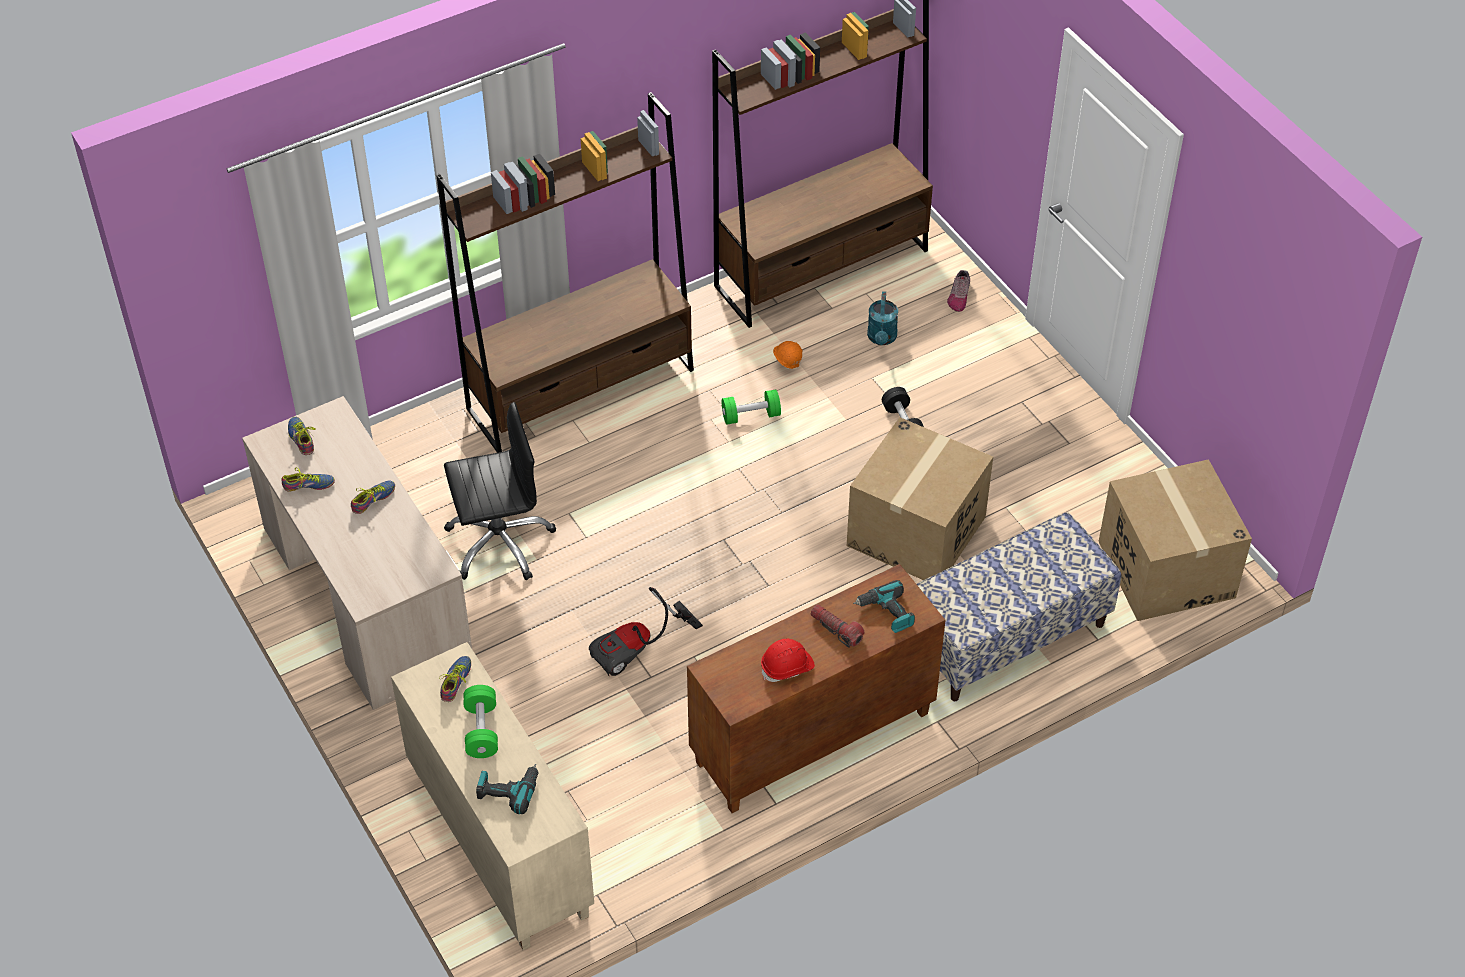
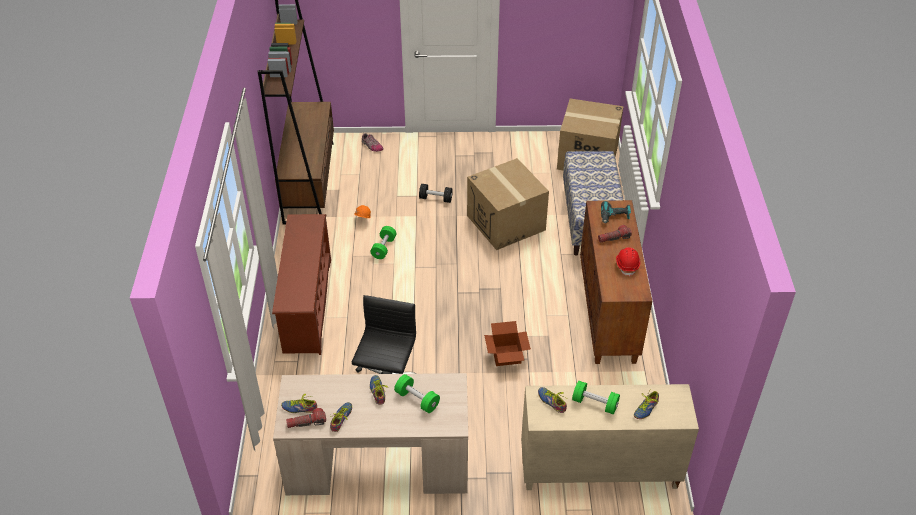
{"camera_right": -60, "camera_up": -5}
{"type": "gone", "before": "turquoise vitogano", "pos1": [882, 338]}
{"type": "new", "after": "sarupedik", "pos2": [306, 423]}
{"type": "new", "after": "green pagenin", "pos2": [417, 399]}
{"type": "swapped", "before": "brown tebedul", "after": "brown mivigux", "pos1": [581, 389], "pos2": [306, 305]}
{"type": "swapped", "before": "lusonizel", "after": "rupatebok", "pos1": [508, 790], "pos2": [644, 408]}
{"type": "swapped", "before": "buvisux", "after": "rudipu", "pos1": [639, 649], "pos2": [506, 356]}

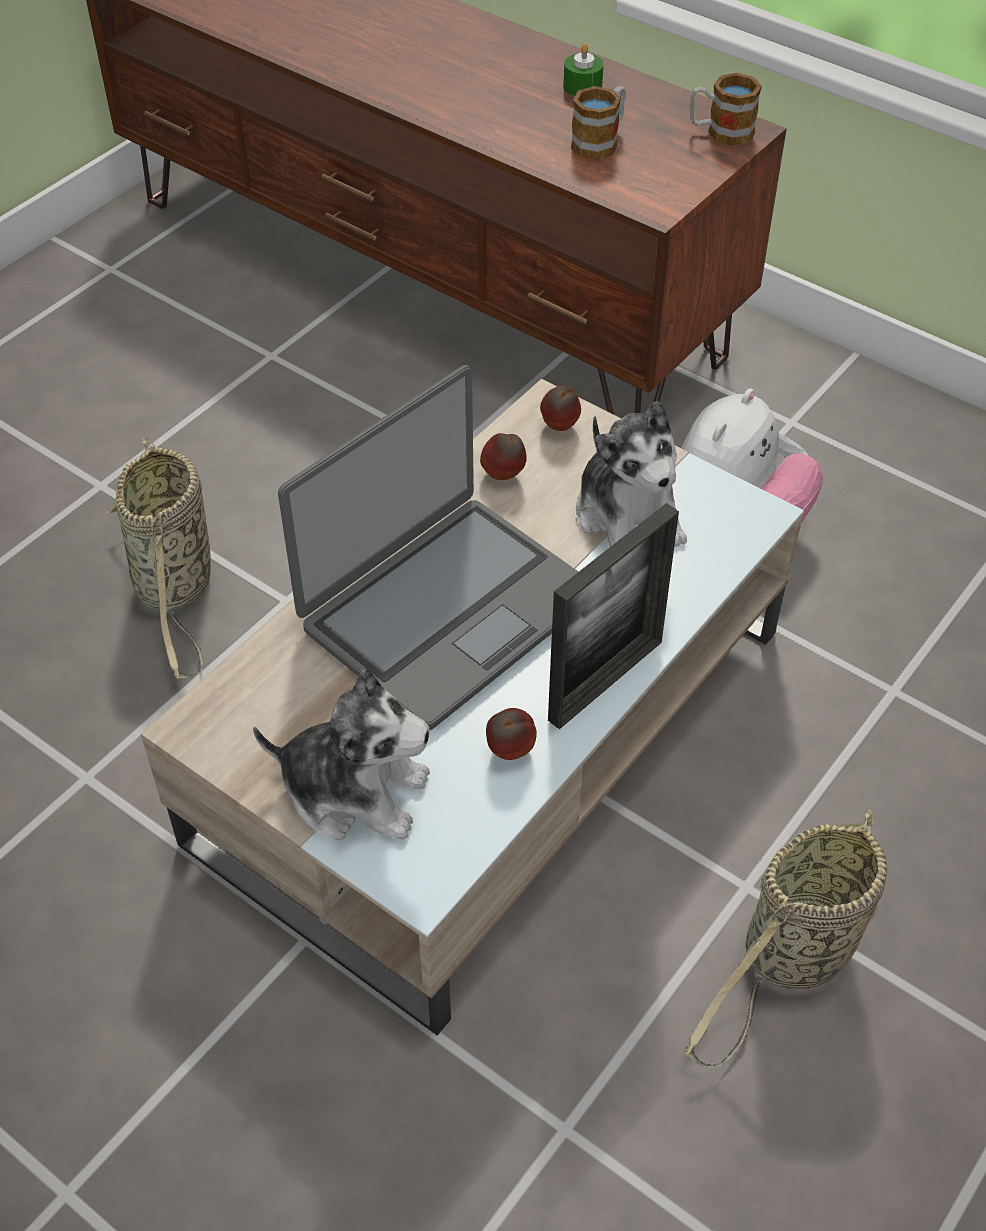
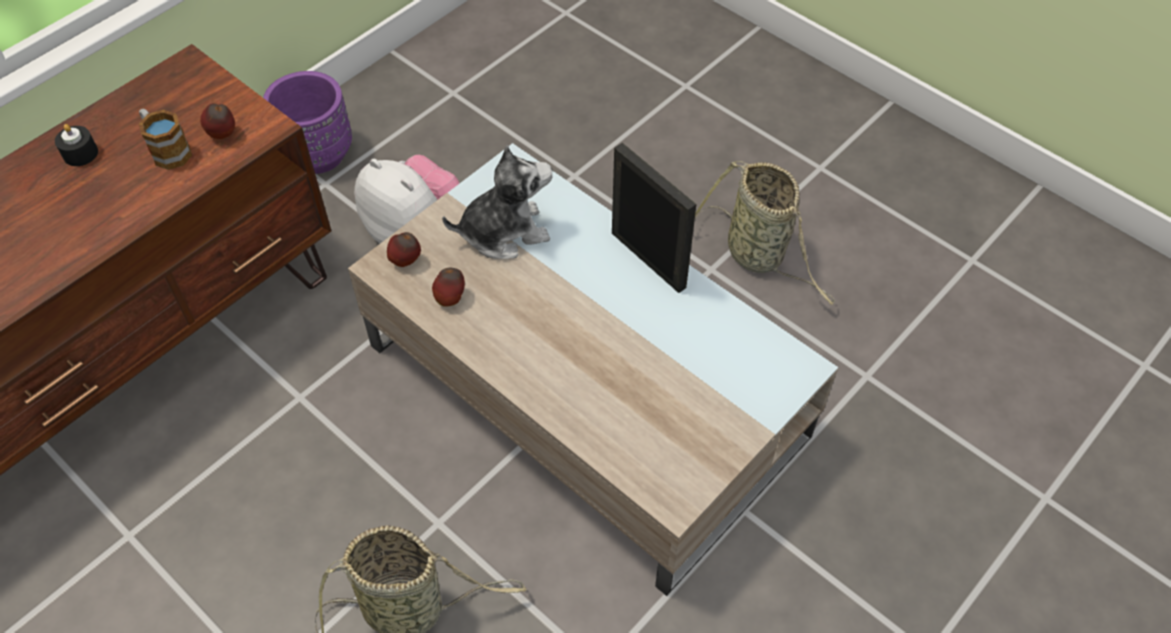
{"camera_right": -85, "camera_up": 5}
{"type": "gone", "before": "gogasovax", "pos1": [354, 791]}
{"type": "gone", "before": "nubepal", "pos1": [446, 610]}
{"type": "gone", "before": "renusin", "pos1": [720, 132]}
{"type": "new", "after": "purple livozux", "pos2": [317, 155]}
{"type": "shifted", "before": "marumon", "pos1": [510, 752], "pos2": [223, 135]}
{"type": "repainted", "before": "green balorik", "after": "black balorik", "pos1": [582, 87], "pos2": [80, 153]}

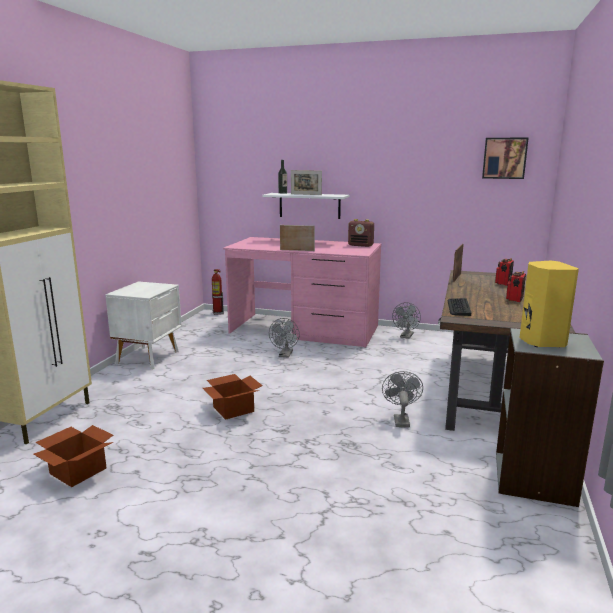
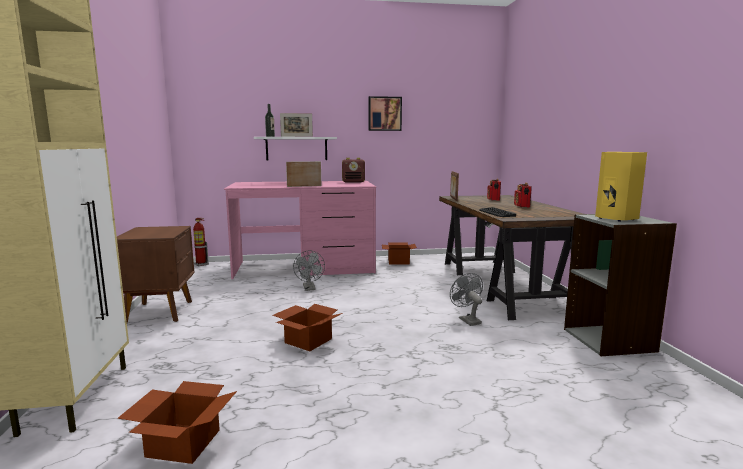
{"camera_right": -25, "camera_up": -5}
{"type": "shifted", "before": "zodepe", "pos1": [504, 158], "pos2": [384, 114]}
{"type": "swapped", "before": "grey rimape", "after": "rudipu", "pos1": [406, 336], "pos2": [399, 261]}
{"type": "repainted", "before": "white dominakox", "after": "brown dominakox", "pos1": [149, 357], "pos2": [161, 311]}

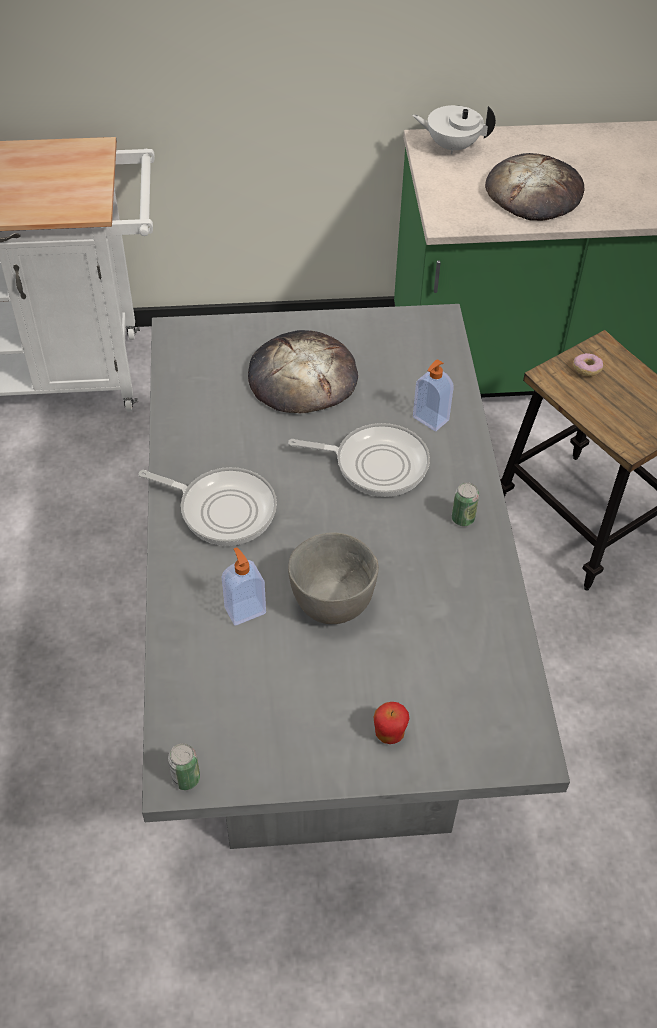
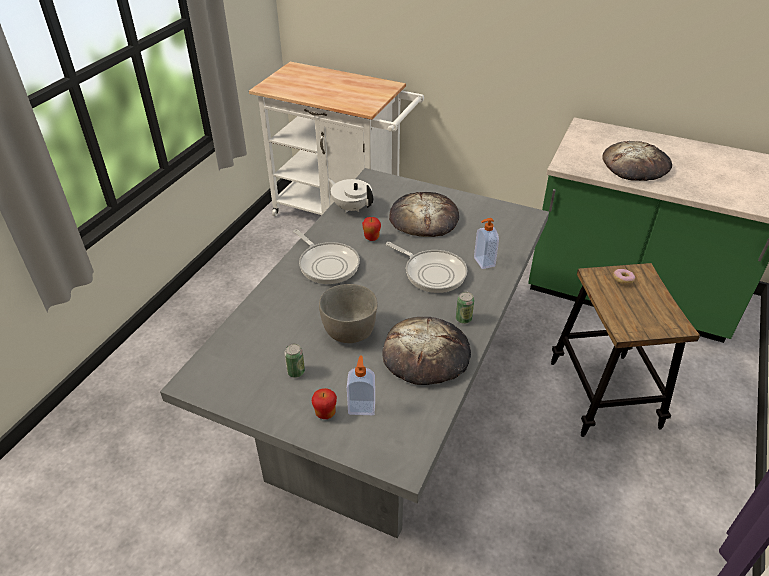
{"camera_right": 30, "camera_up": -10}
{"type": "new", "after": "marumon", "pos2": [371, 238]}
{"type": "new", "after": "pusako", "pos2": [426, 354]}
{"type": "shifted", "before": "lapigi", "pos1": [186, 778], "pos2": [296, 372]}
{"type": "shifted", "before": "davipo", "pos1": [244, 610], "pos2": [361, 407]}
{"type": "shifted", "before": "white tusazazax", "pos1": [452, 146], "pos2": [351, 207]}

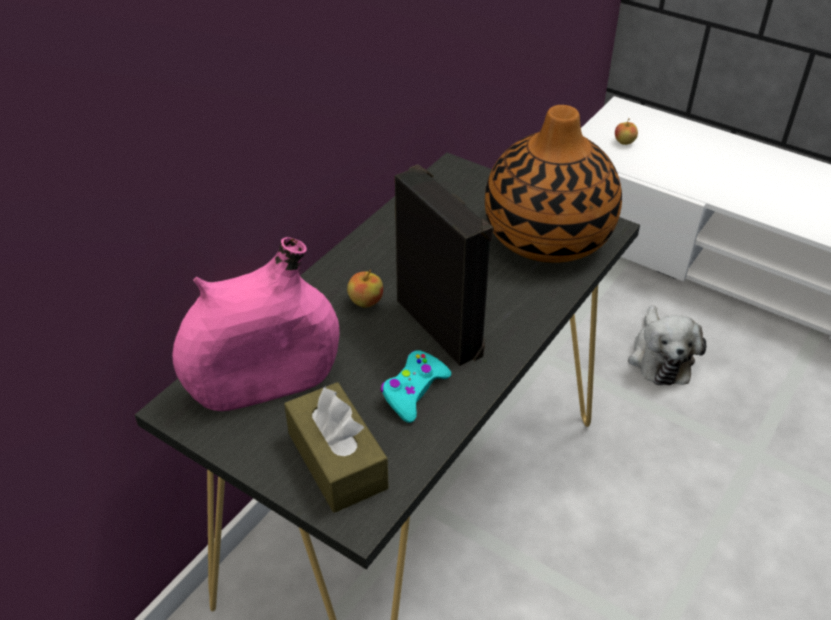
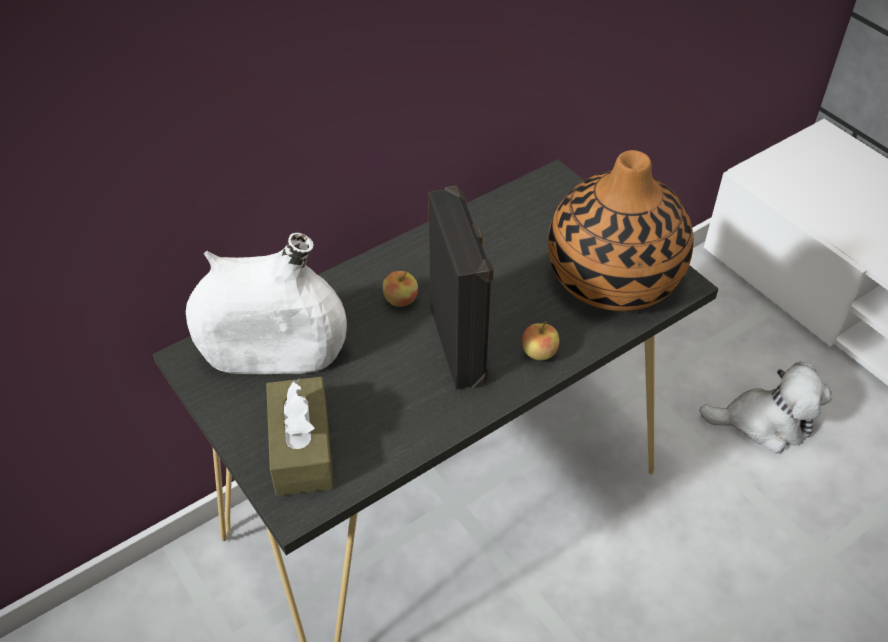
{"camera_right": 20, "camera_up": 5}
{"type": "gone", "before": "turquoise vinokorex", "pos1": [414, 391]}
{"type": "shifted", "before": "marumon", "pos1": [624, 142], "pos2": [539, 353]}
{"type": "repainted", "before": "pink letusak", "after": "white letusak", "pos1": [264, 382], "pos2": [273, 355]}
{"type": "rotated", "before": "gogasovax", "pos1": [660, 357], "pos2": [765, 423], "turn": -105}

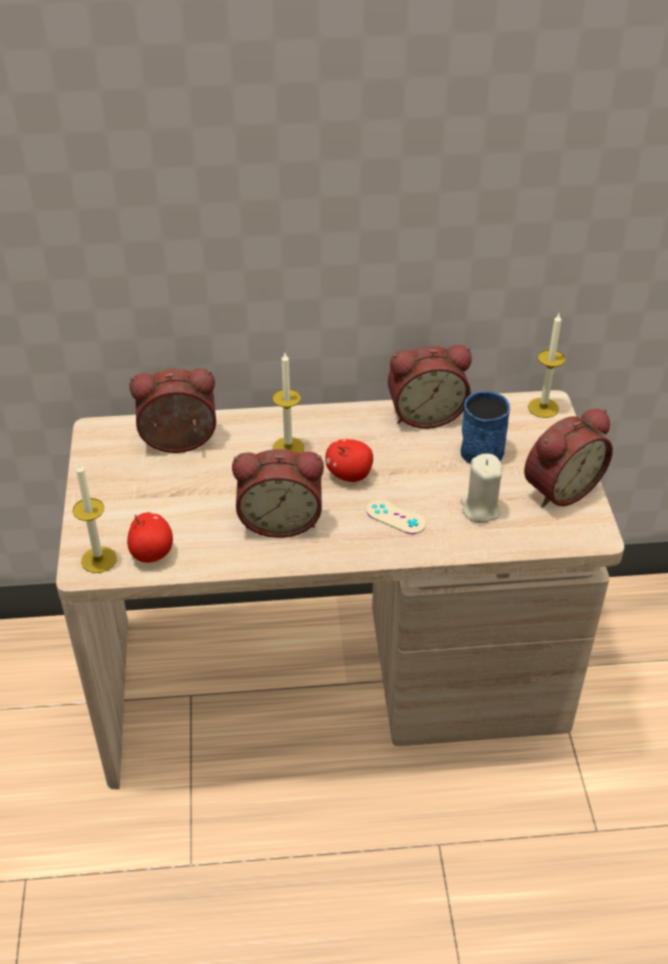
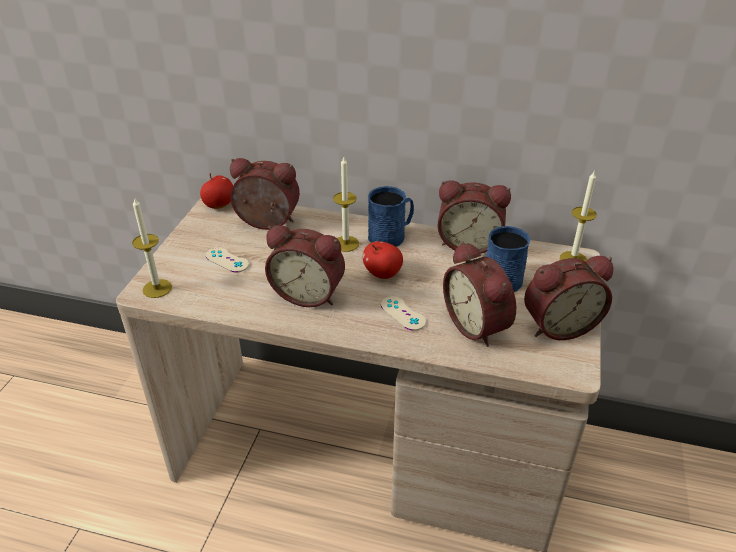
{"camera_right": 20, "camera_up": -5}
{"type": "new", "after": "beige vinokorex", "pos2": [227, 260]}
{"type": "new", "after": "blue renusin", "pos2": [391, 236]}
{"type": "shifted", "before": "marumon", "pos1": [152, 553], "pos2": [219, 205]}
{"type": "swapped", "before": "beige balorik", "after": "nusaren", "pos1": [480, 509], "pos2": [478, 325]}

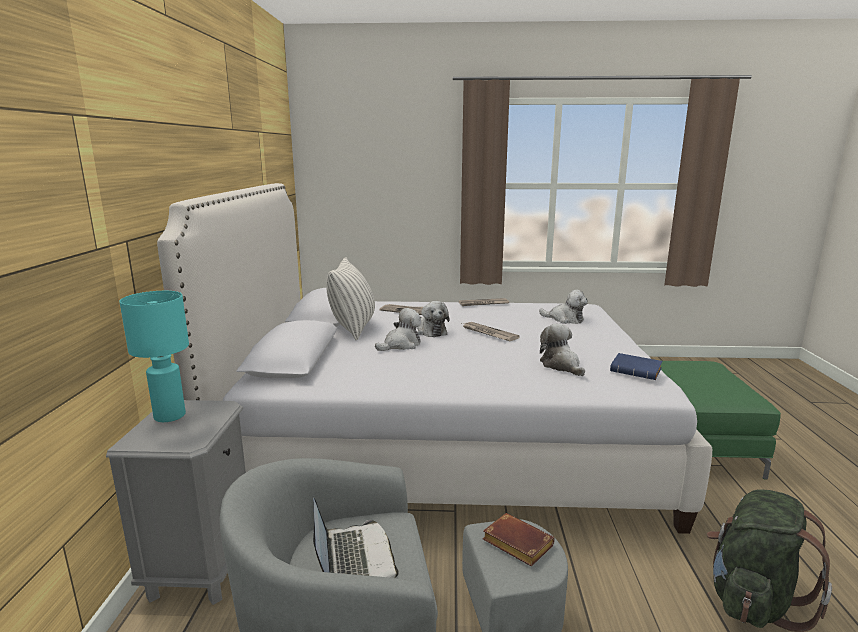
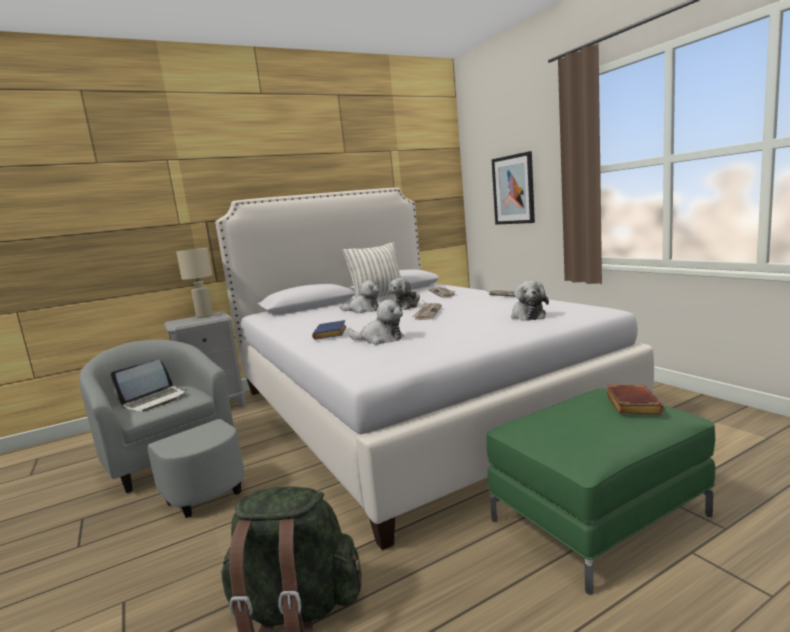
{"camera_right": 60, "camera_up": -5}
{"type": "new", "after": "zodepe", "pos2": [513, 189]}
{"type": "shifted", "before": "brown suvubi", "pos1": [515, 544], "pos2": [630, 404]}
{"type": "shifted", "before": "blue suvubi", "pos1": [637, 371], "pos2": [331, 334]}
{"type": "repainted", "before": "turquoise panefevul", "after": "beige panefevul", "pos1": [169, 416], "pos2": [204, 316]}
{"type": "rotated", "before": "gogasovax", "pos1": [561, 365], "pos2": [380, 339], "turn": 75}

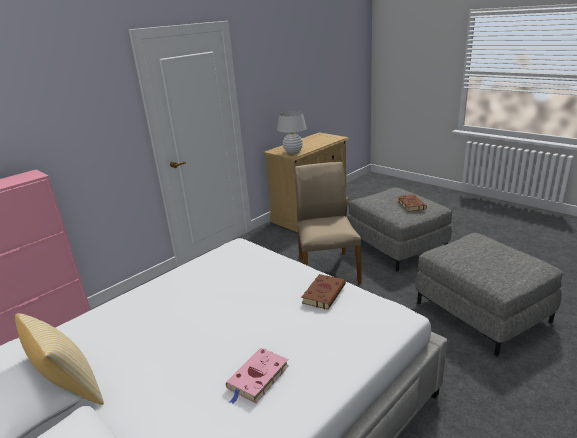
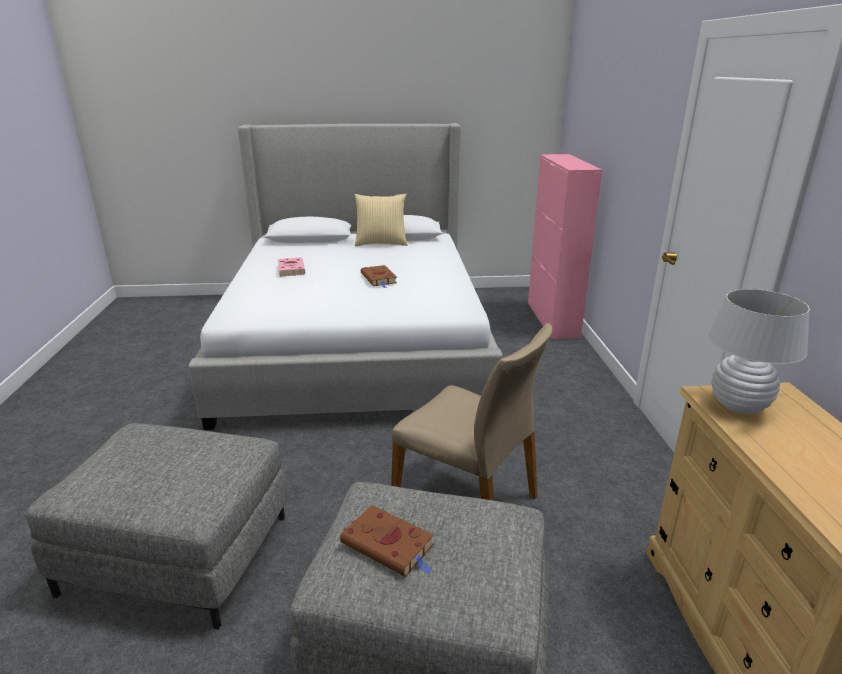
{"camera_right": 130, "camera_up": 0}
{"type": "shifted", "before": "brown suvubi", "pos1": [324, 293], "pos2": [379, 279]}

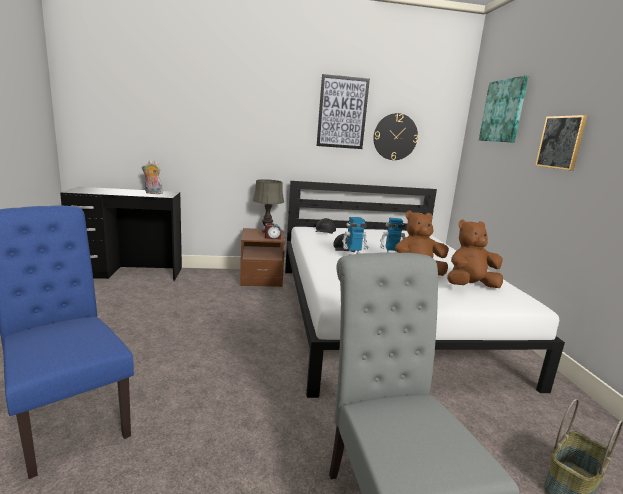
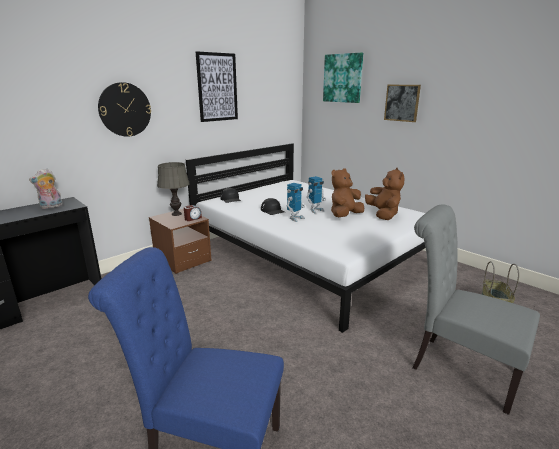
{"camera_right": -35, "camera_up": 5}
{"type": "shifted", "before": "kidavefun", "pos1": [395, 137], "pos2": [125, 109]}
{"type": "rotated", "before": "brown gogasovax", "pos1": [470, 286], "pos2": [383, 214], "turn": 135}

